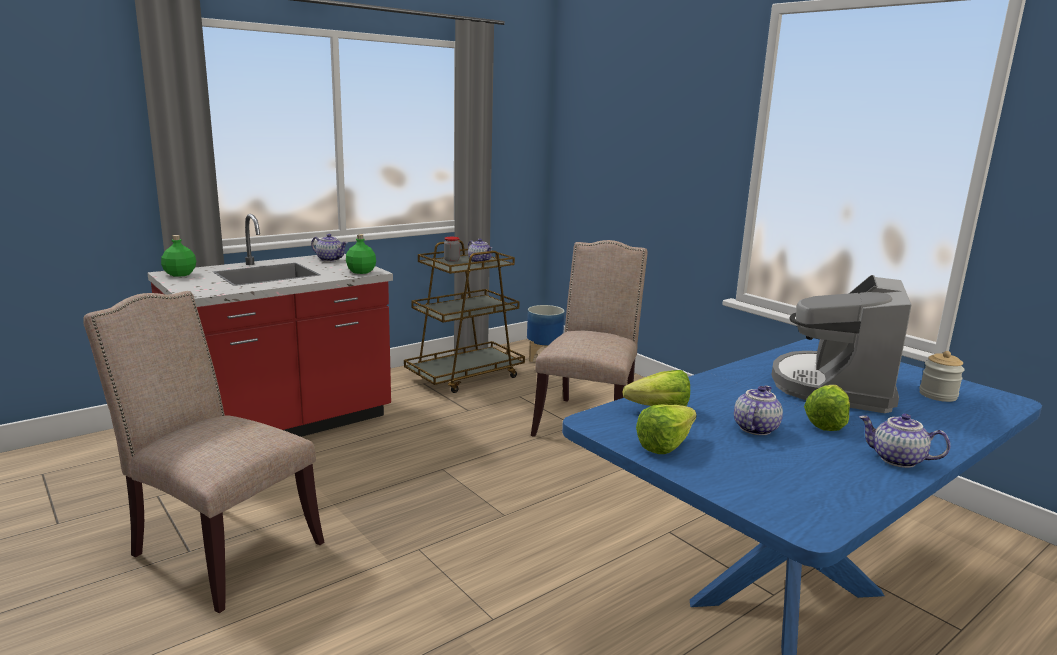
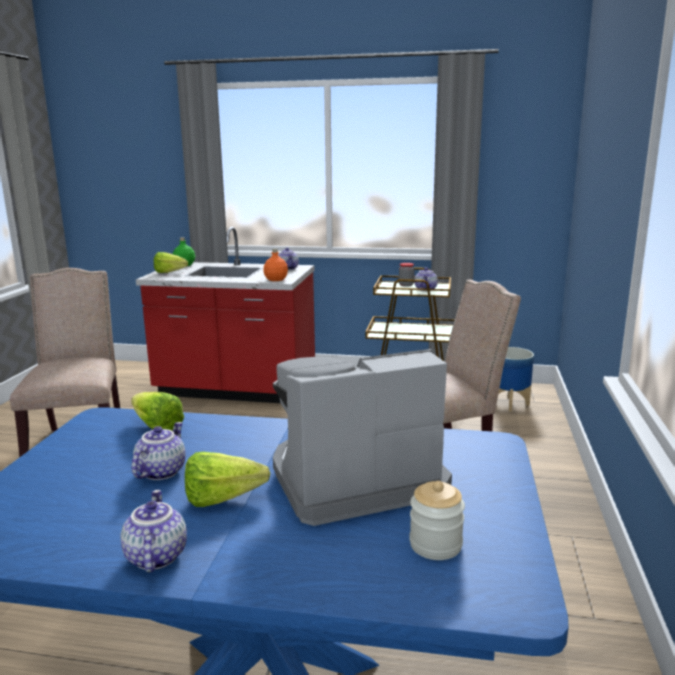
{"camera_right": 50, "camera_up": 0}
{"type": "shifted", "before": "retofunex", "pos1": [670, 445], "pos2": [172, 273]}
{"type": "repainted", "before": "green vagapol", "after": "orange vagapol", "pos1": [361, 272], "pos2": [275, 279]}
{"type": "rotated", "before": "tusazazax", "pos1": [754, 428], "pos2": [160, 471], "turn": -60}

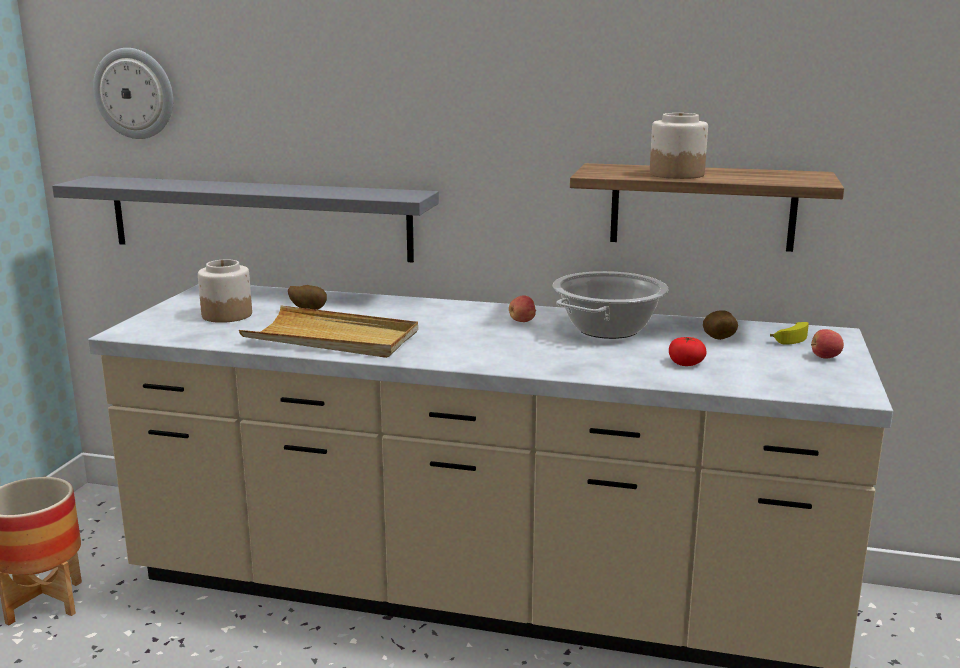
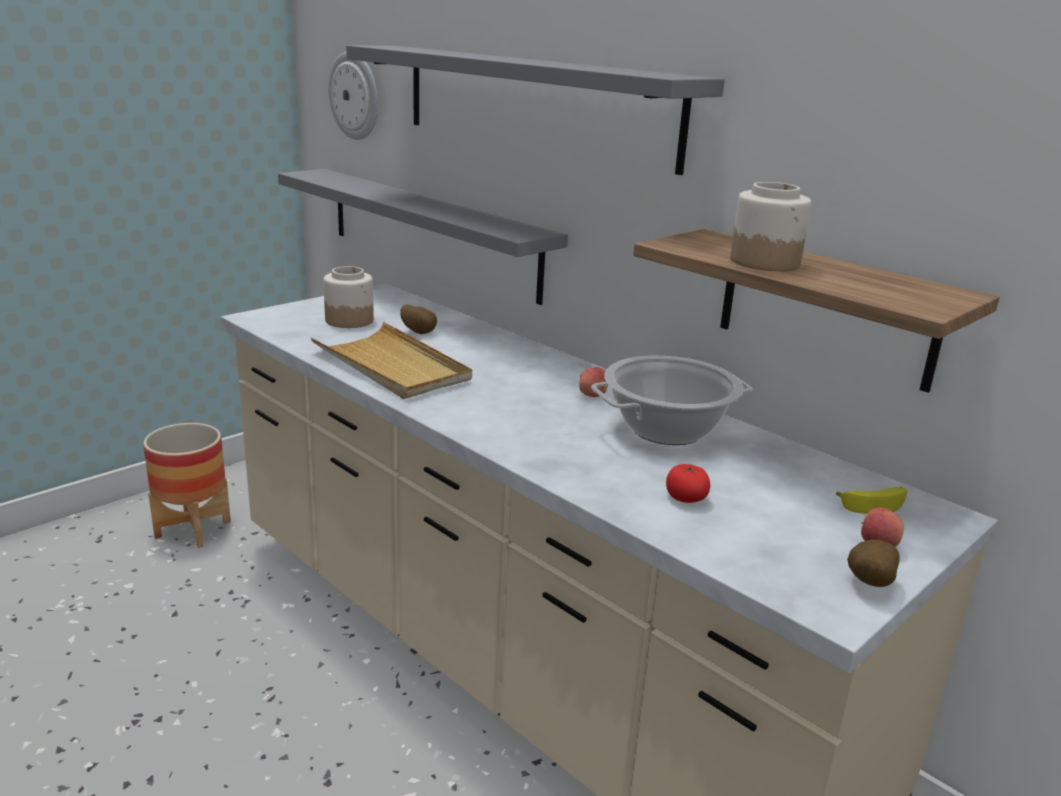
{"camera_right": 30, "camera_up": 5}
{"type": "new", "after": "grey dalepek", "pos2": [533, 103]}
{"type": "shifted", "before": "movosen", "pos1": [718, 340], "pos2": [867, 584]}

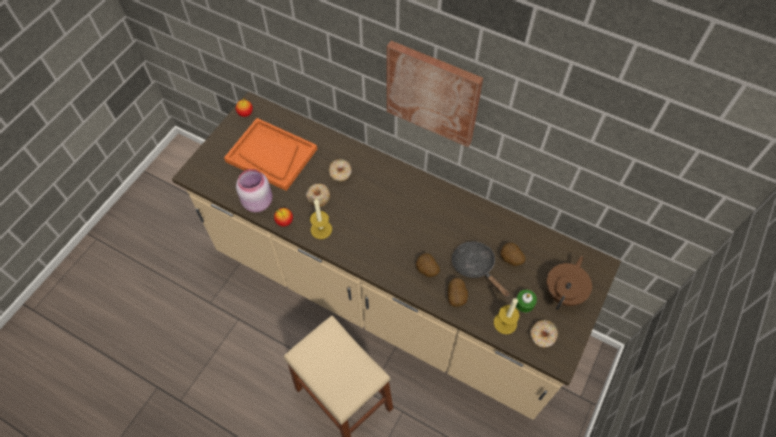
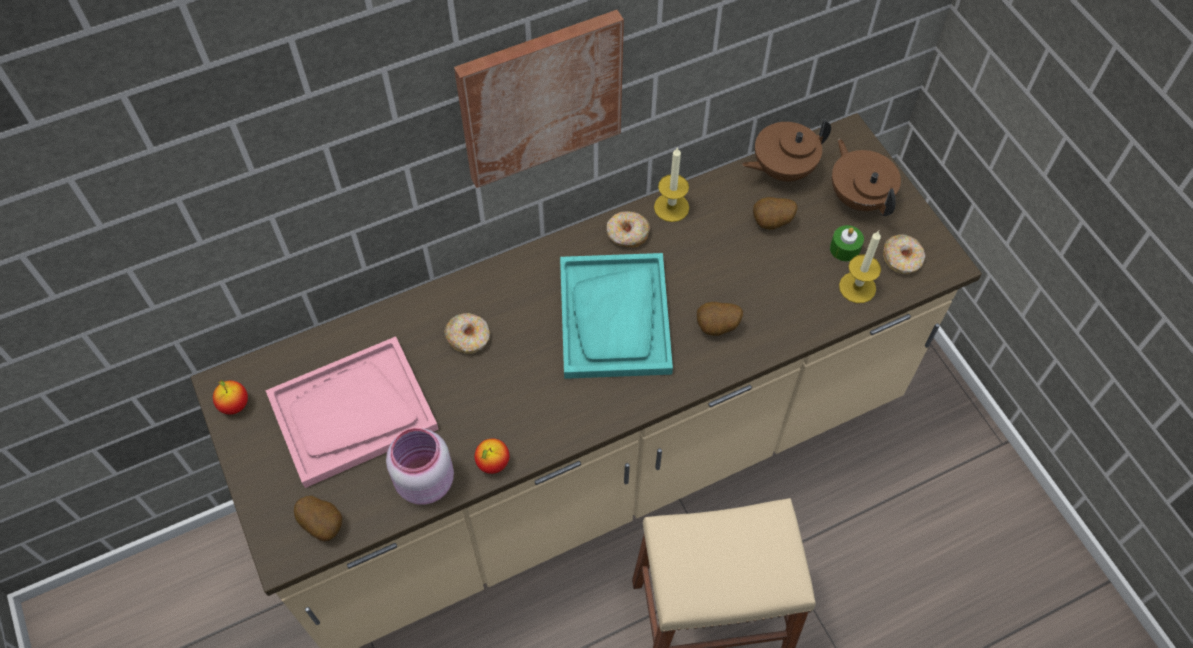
{"camera_right": -55, "camera_up": 0}
{"type": "gone", "before": "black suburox", "pos1": [475, 267]}
{"type": "new", "after": "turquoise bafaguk", "pos2": [615, 318]}
{"type": "new", "after": "brown tusazazax", "pos2": [782, 169]}
{"type": "shifted", "before": "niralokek", "pos1": [318, 197], "pos2": [627, 234]}
{"type": "shifted", "before": "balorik", "pos1": [321, 229], "pos2": [671, 207]}
{"type": "shifted", "before": "movosen", "pos1": [456, 297], "pos2": [323, 524]}
{"type": "repainted", "before": "orange bafaguk", "after": "pink bafaguk", "pos1": [271, 155], "pos2": [352, 413]}

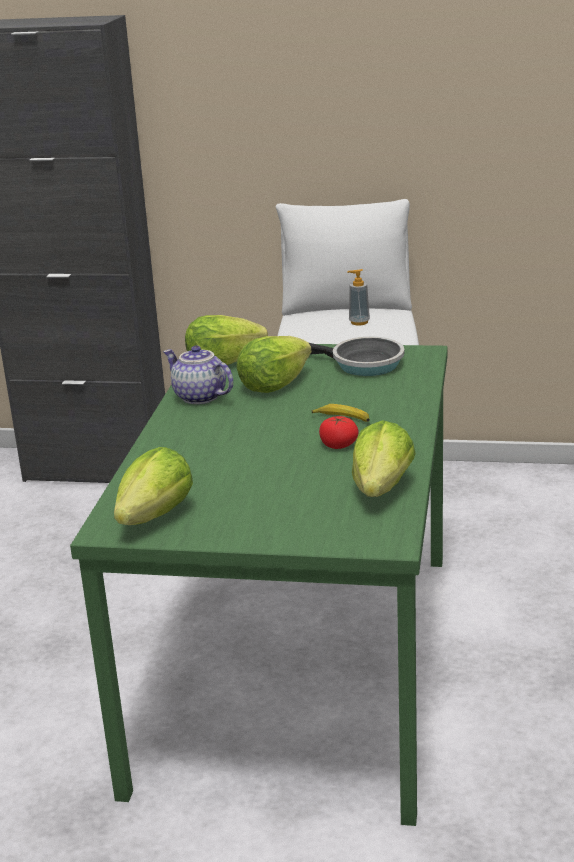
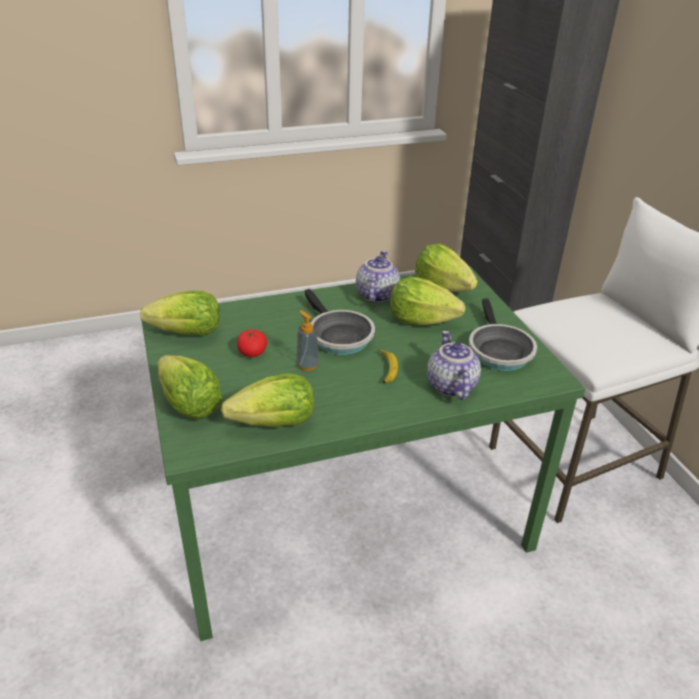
{"camera_right": 60, "camera_up": 10}
{"type": "new", "after": "retofunex", "pos2": [189, 405]}
{"type": "new", "after": "suburox", "pos2": [338, 336]}
{"type": "new", "after": "tusazazax", "pos2": [450, 385]}
{"type": "shifted", "before": "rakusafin", "pos1": [338, 444], "pos2": [252, 352]}
{"type": "shifted", "before": "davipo", "pos1": [359, 322], "pos2": [307, 365]}

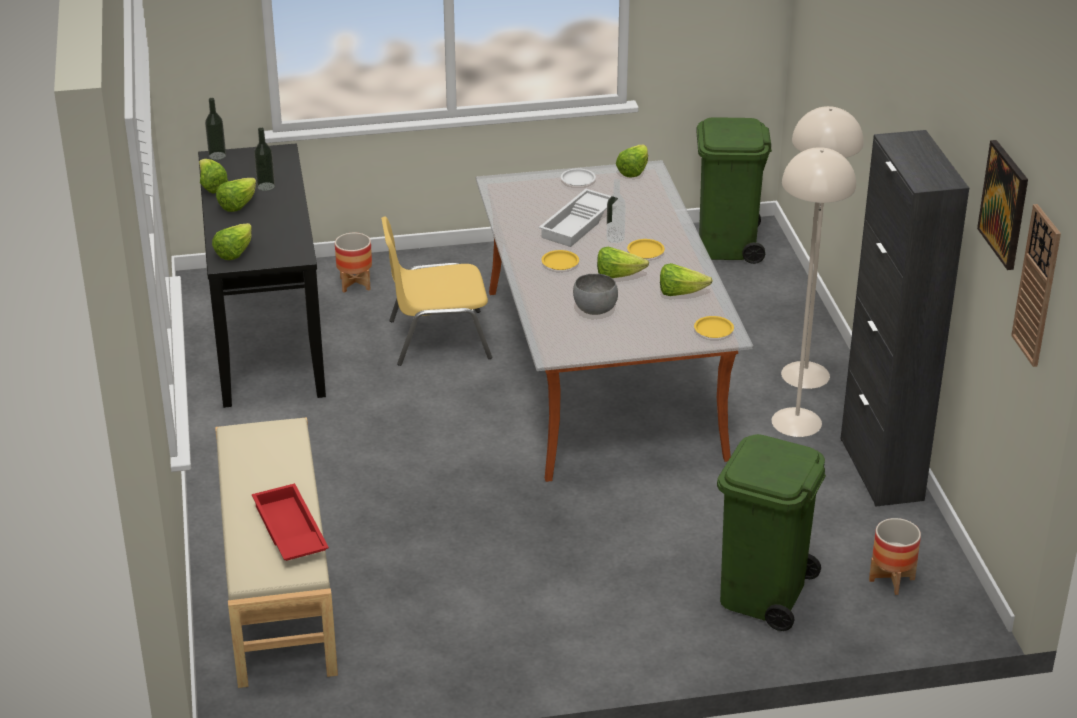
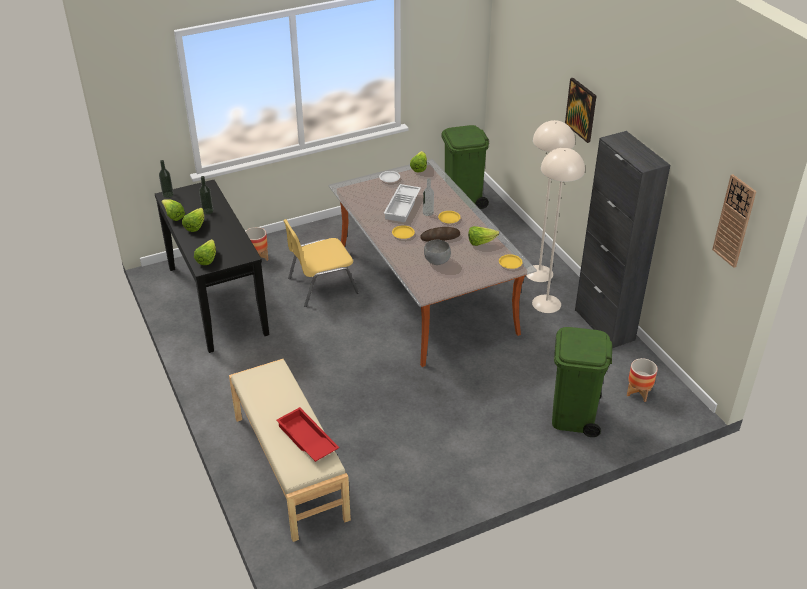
{"camera_right": -15, "camera_up": 5}
{"type": "shifted", "before": "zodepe", "pos1": [1005, 204], "pos2": [581, 109]}
{"type": "swapped", "before": "retofunex", "after": "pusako", "pos1": [617, 276], "pos2": [440, 237]}

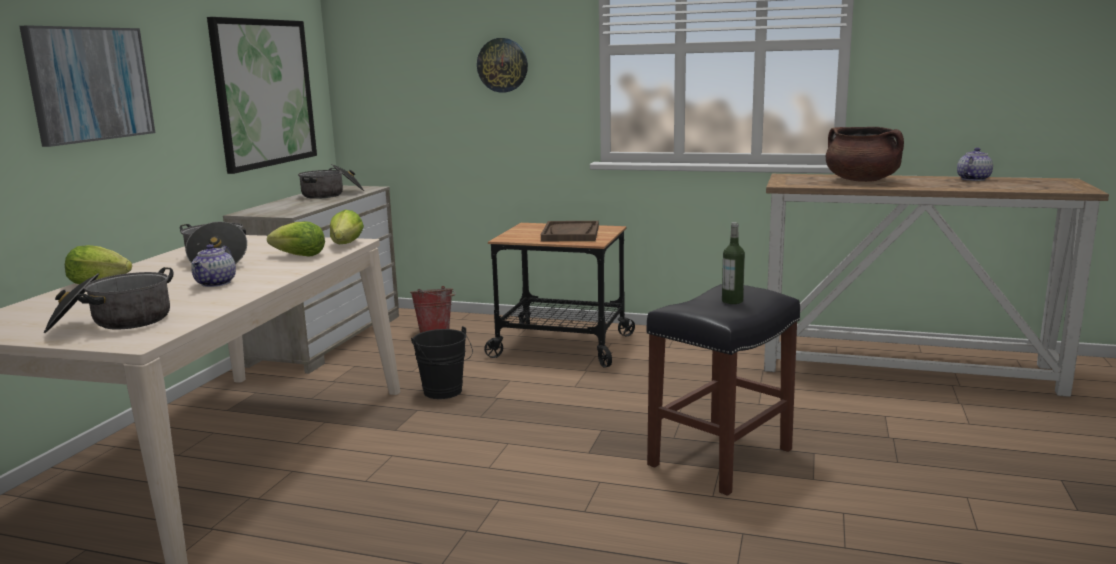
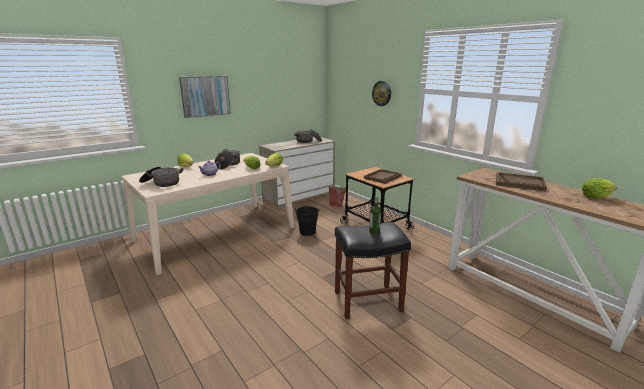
{"camera_right": 35, "camera_up": 5}
{"type": "gone", "before": "zodepe", "pos1": [264, 93]}
{"type": "swapped", "before": "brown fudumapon", "after": "brown bafaguk", "pos1": [862, 180], "pos2": [519, 183]}
{"type": "swapped", "before": "tusazazax", "after": "retofunex", "pos1": [973, 179], "pos2": [595, 197]}

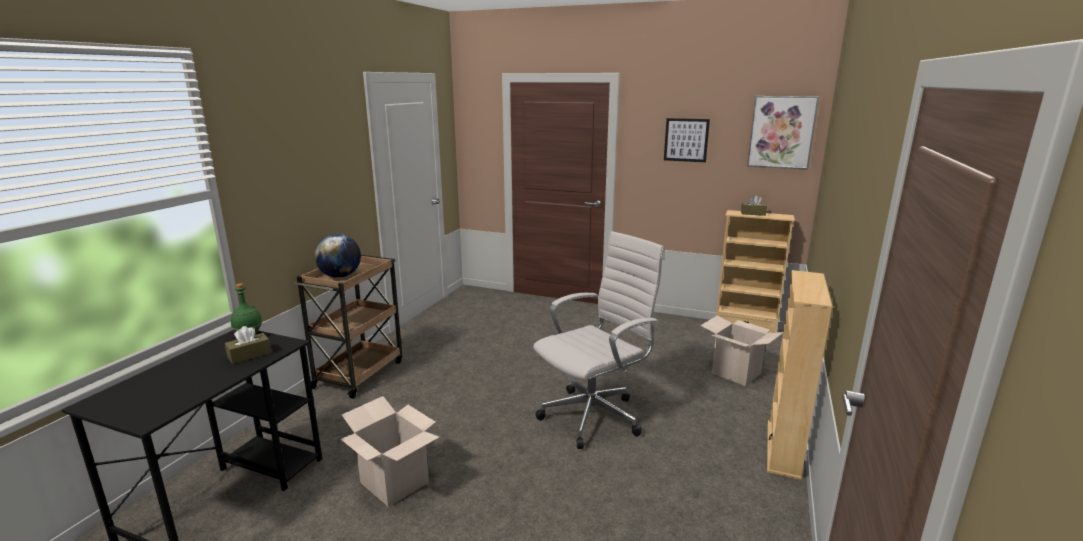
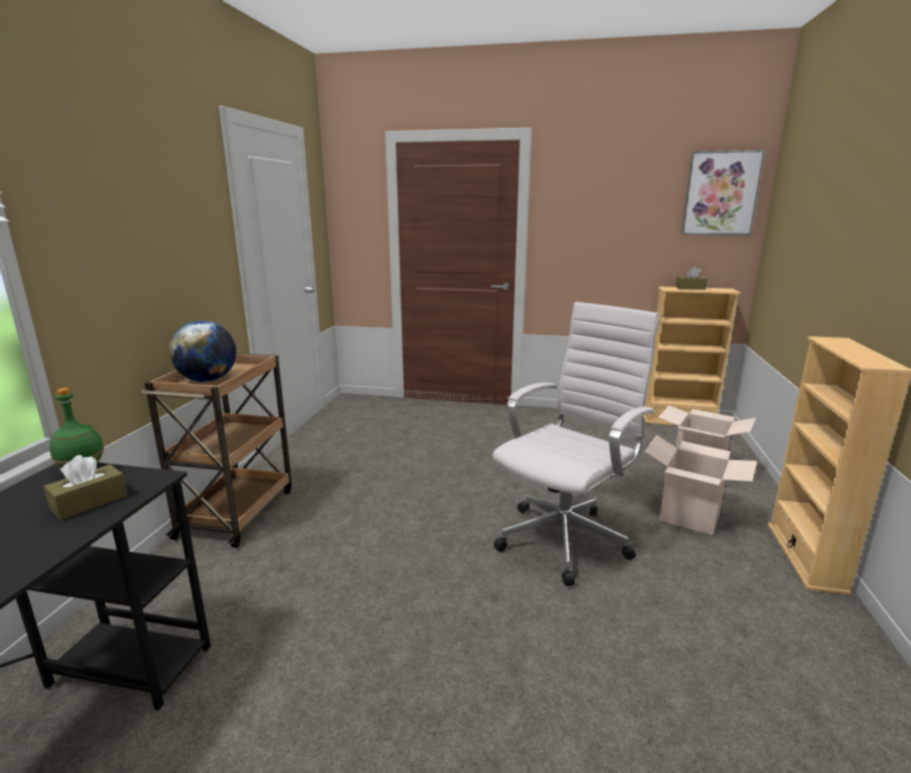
{"camera_right": -10, "camera_up": 0}
{"type": "gone", "before": "zodepe", "pos1": [686, 140]}
{"type": "shifted", "before": "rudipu", "pos1": [394, 483], "pos2": [690, 516]}

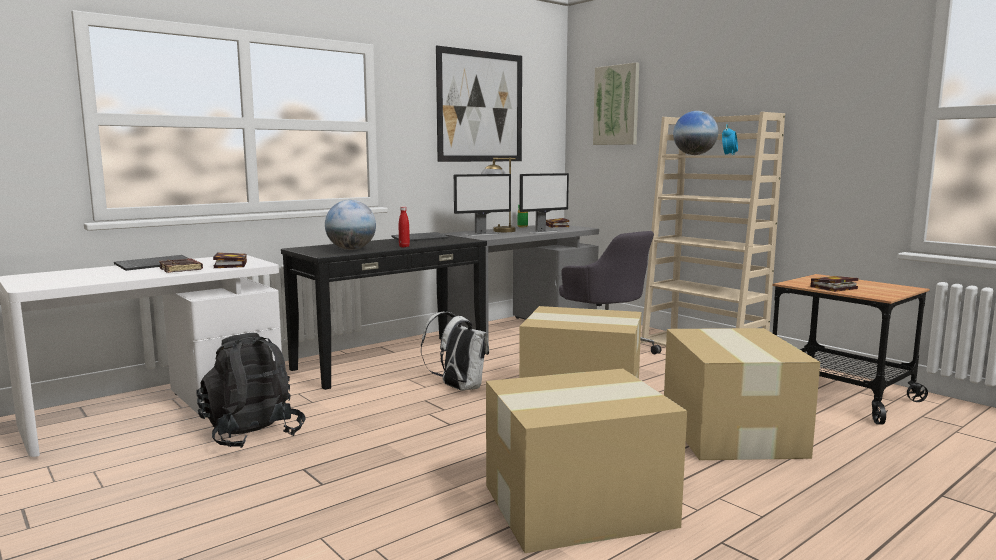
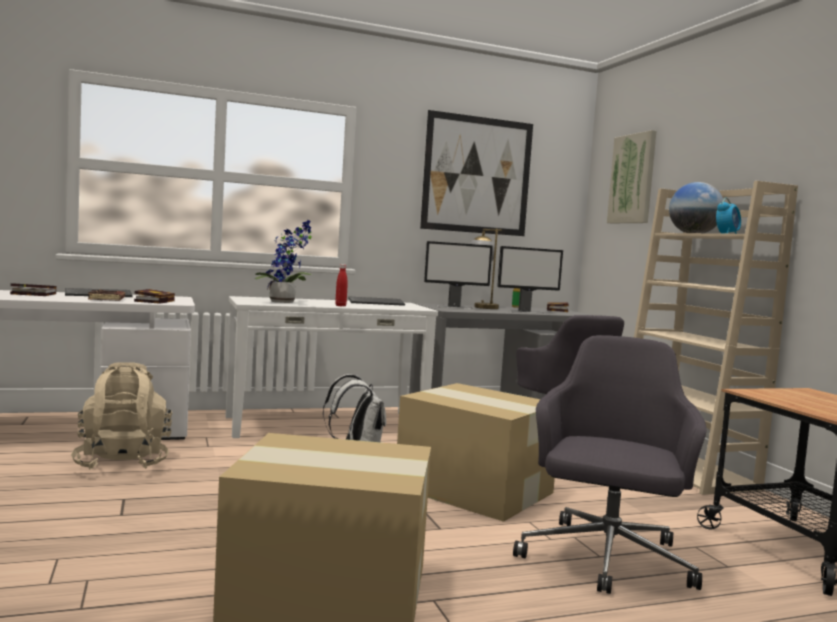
{"camera_right": 20, "camera_up": -5}
{"type": "shifted", "before": "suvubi", "pos1": [833, 288], "pos2": [31, 294]}
{"type": "swapped", "before": "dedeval", "after": "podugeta", "pos1": [351, 249], "pos2": [285, 302]}
{"type": "swapped", "before": "rudipu", "after": "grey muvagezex", "pos1": [731, 432], "pos2": [606, 560]}
{"type": "repainted", "before": "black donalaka", "after": "beige donalaka", "pos1": [252, 434], "pos2": [122, 462]}
{"type": "repainted", "before": "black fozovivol", "after": "white fozovivol", "pos1": [391, 360], "pos2": [326, 424]}

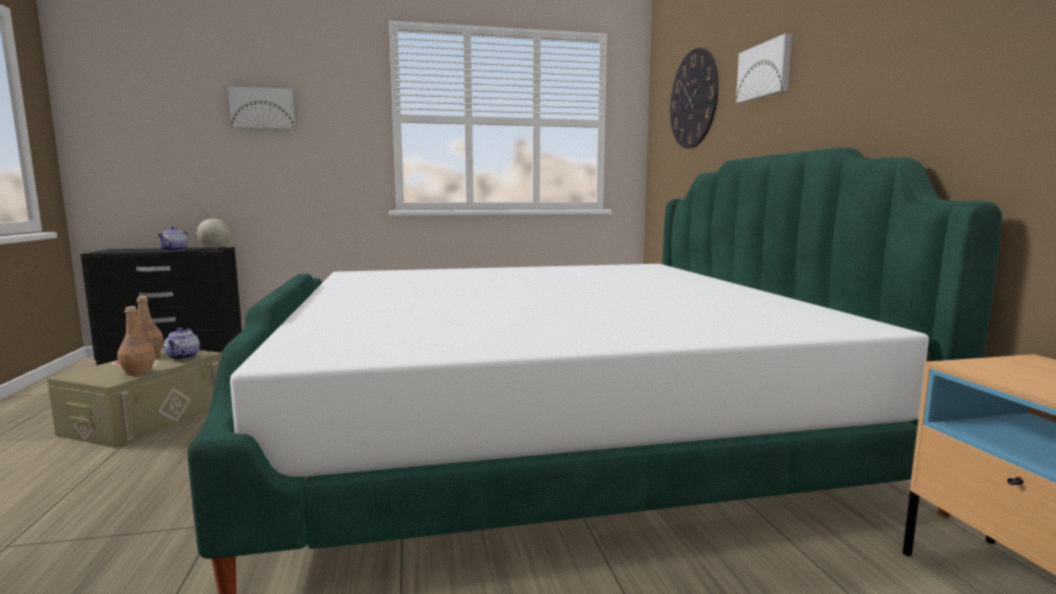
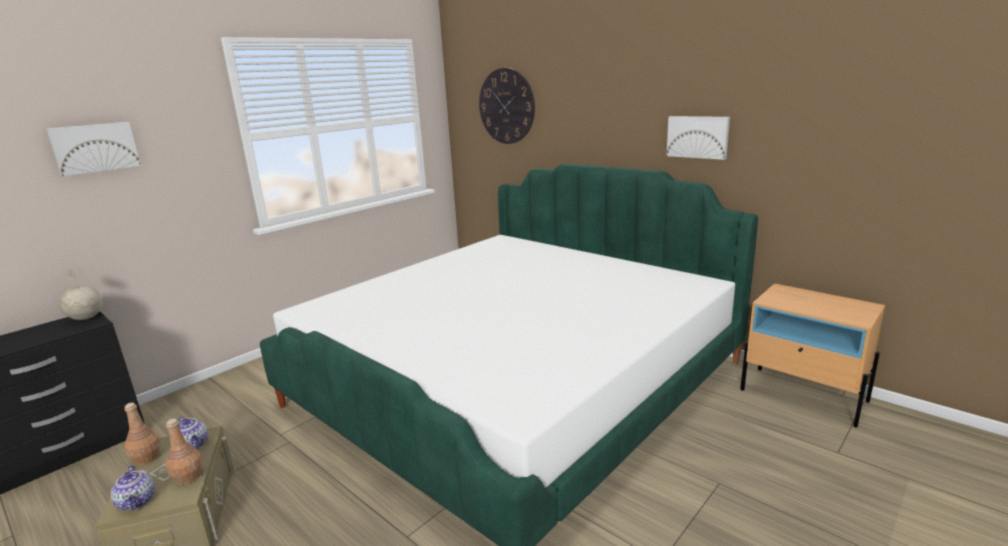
{"camera_right": -35, "camera_up": 10}
{"type": "shifted", "before": "tusazazax", "pos1": [175, 250], "pos2": [137, 501]}
{"type": "shifted", "before": "zodepe", "pos1": [765, 71], "pos2": [698, 137]}

